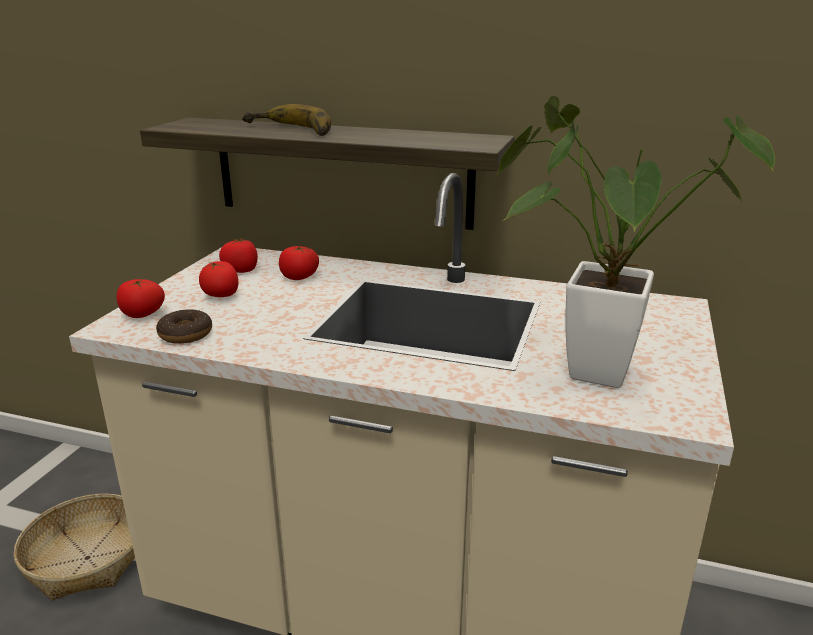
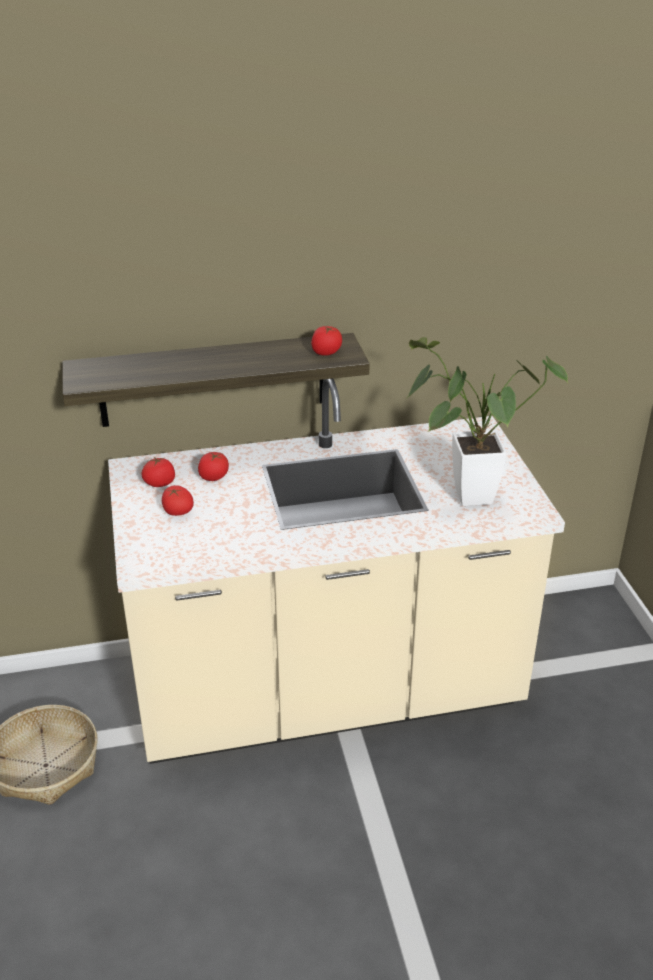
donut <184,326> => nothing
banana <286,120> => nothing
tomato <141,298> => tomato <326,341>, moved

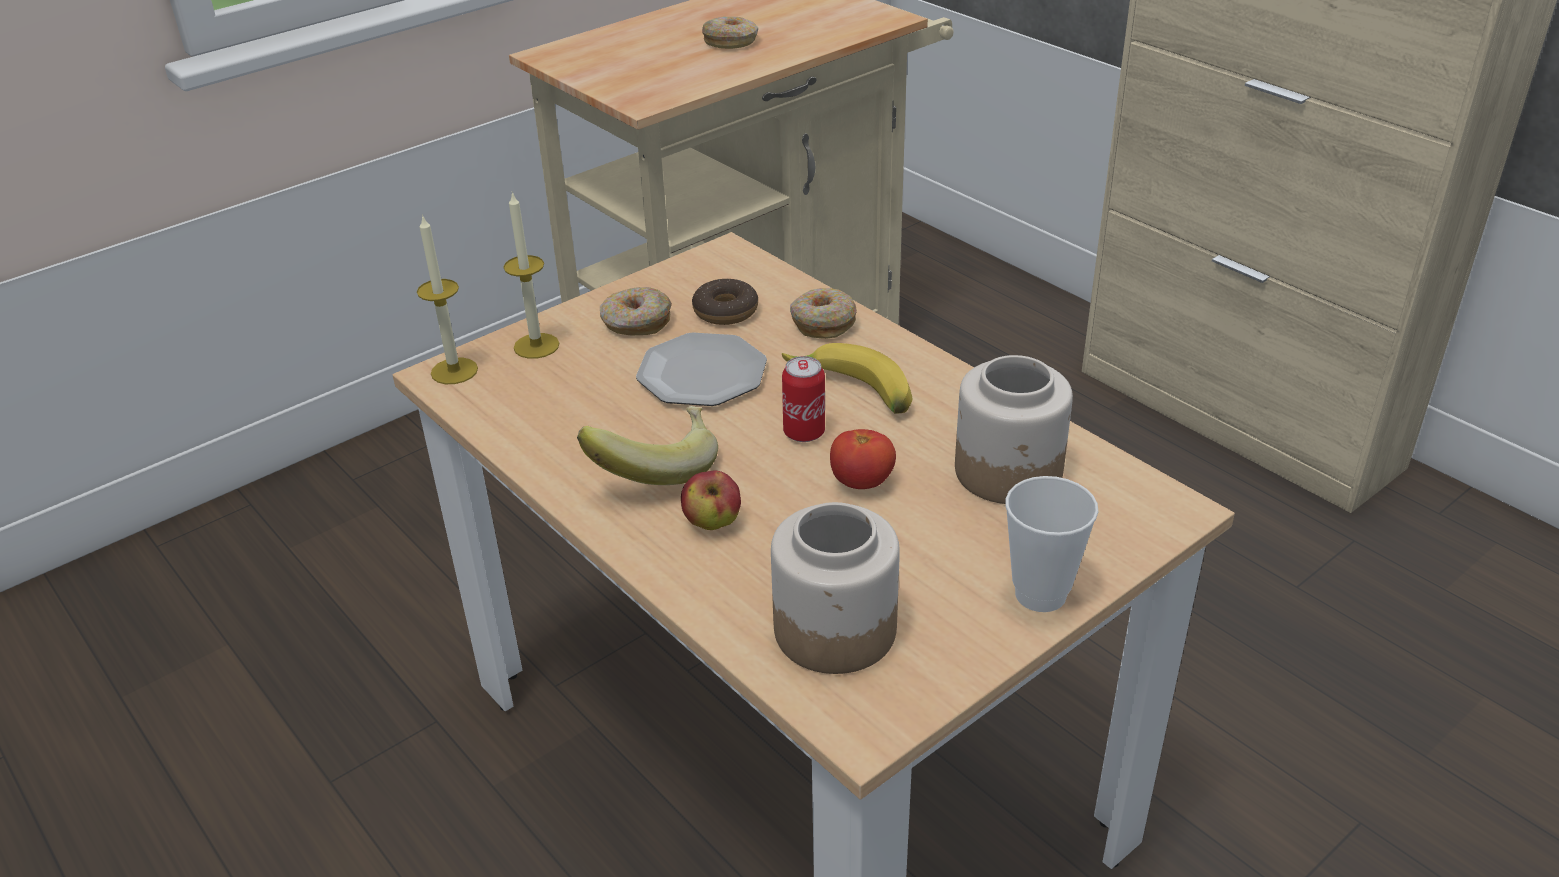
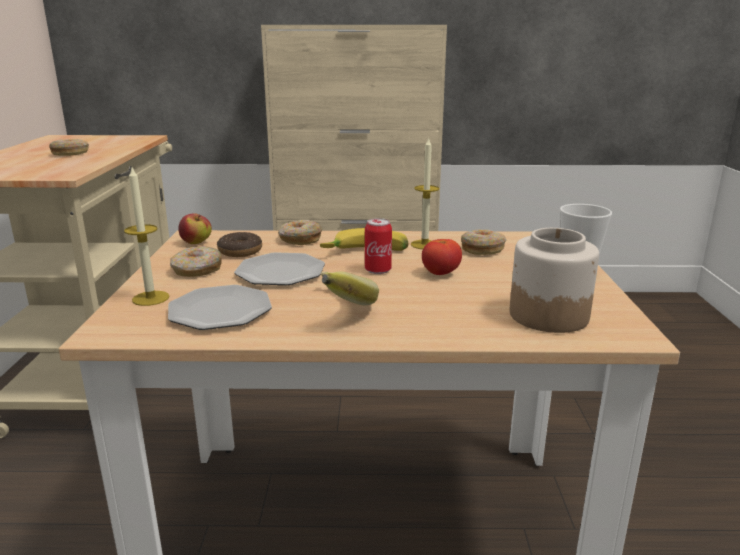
nothing => plate <220,307>
candle <447,299> => candle <425,193>, moved
apple <711,500> => apple <195,228>, moved
jar <1014,429> => donut <484,242>

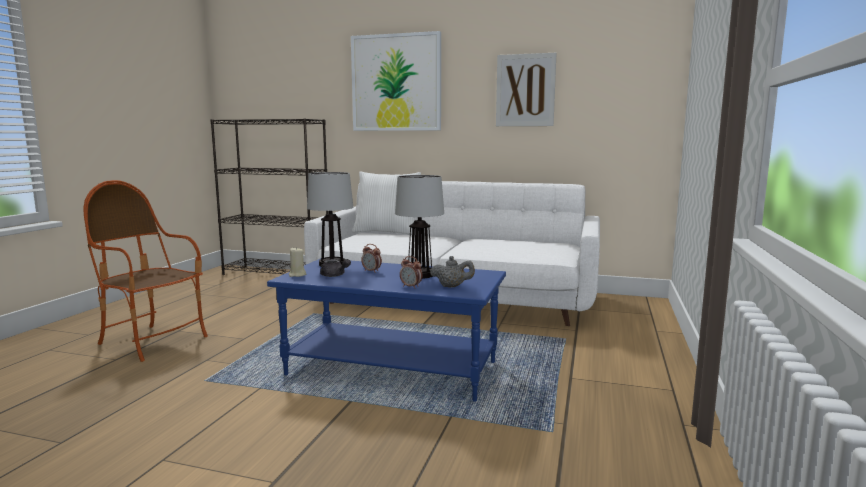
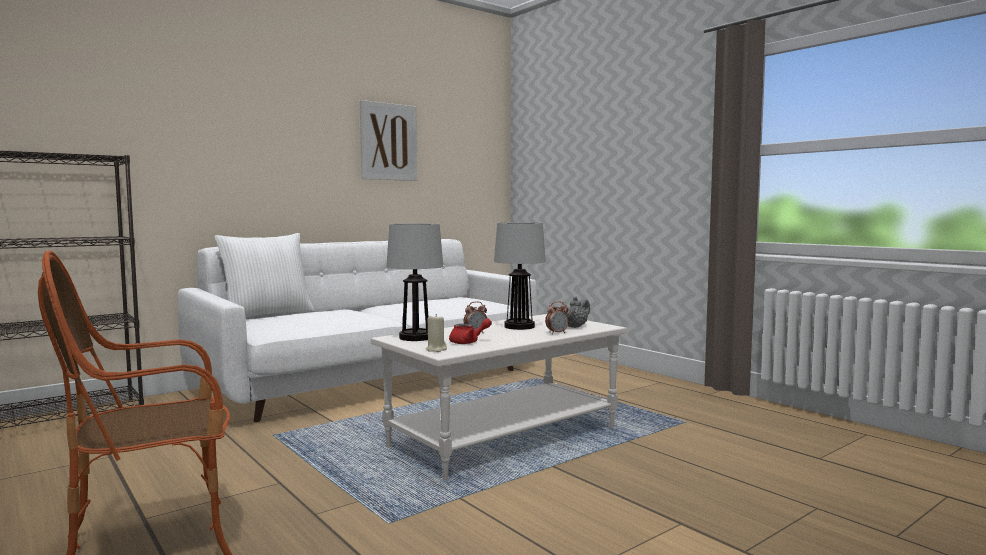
picture <396,81> => nothing
coffee table/blue <386,330> => coffee table/white <499,397>
teapot/grey <335,268> => teapot/red <470,331>

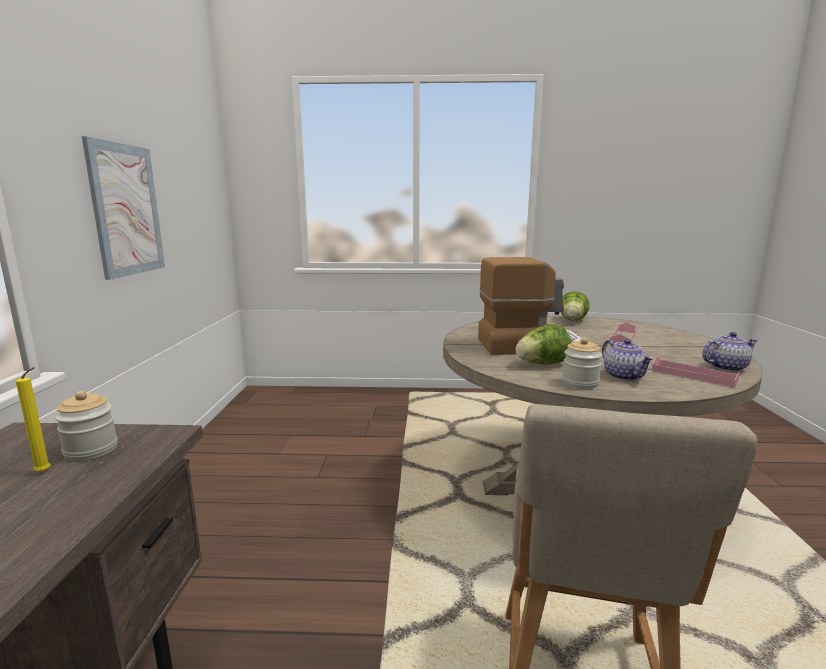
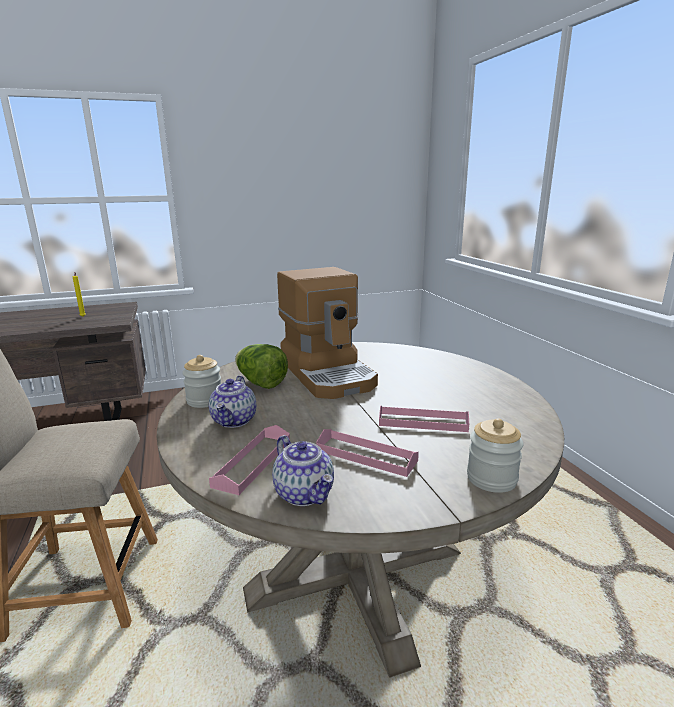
picture <123,208> => nothing
lettuce <575,306> => nothing
nothing => tray/pink <367,453>
jar <86,426> => jar <495,455>, moved
teapot <628,360> => teapot <232,401>, 45 degrees counterclockwise

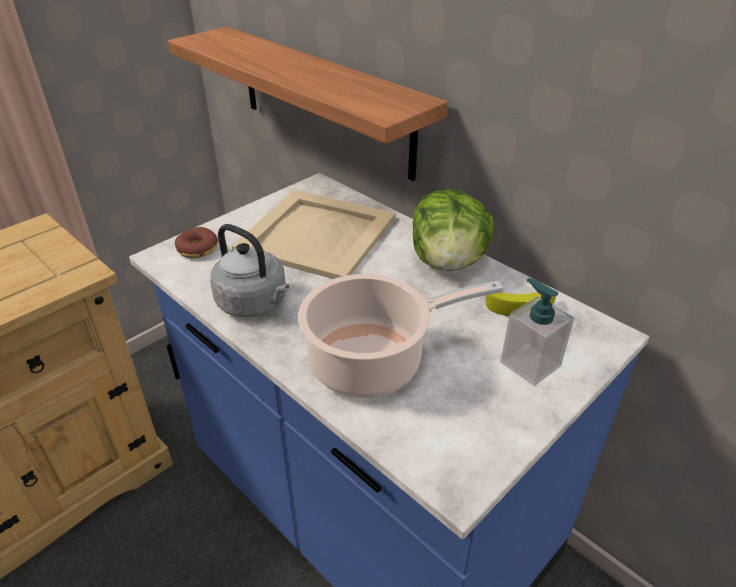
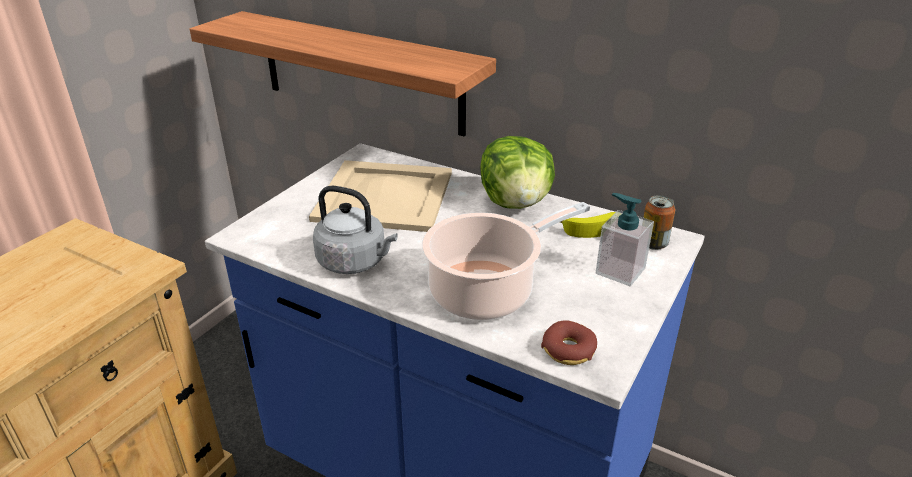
nothing => can <659,222>
donut <196,242> => donut <569,342>, moved

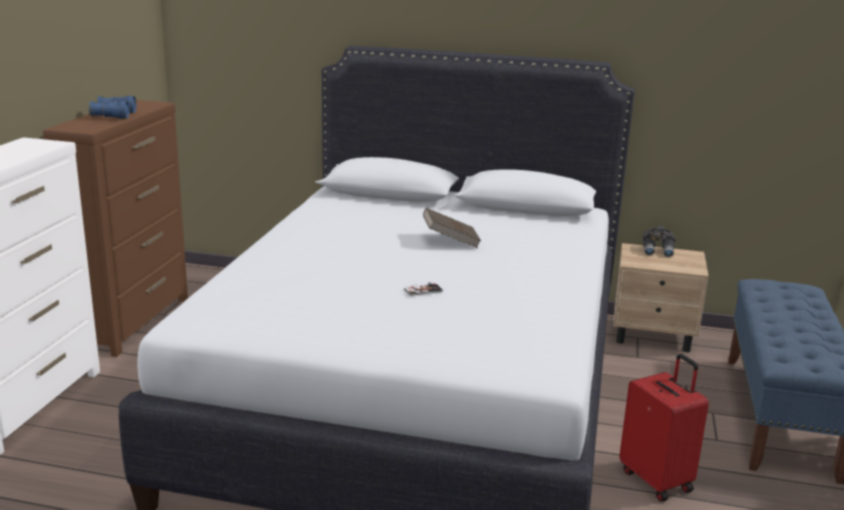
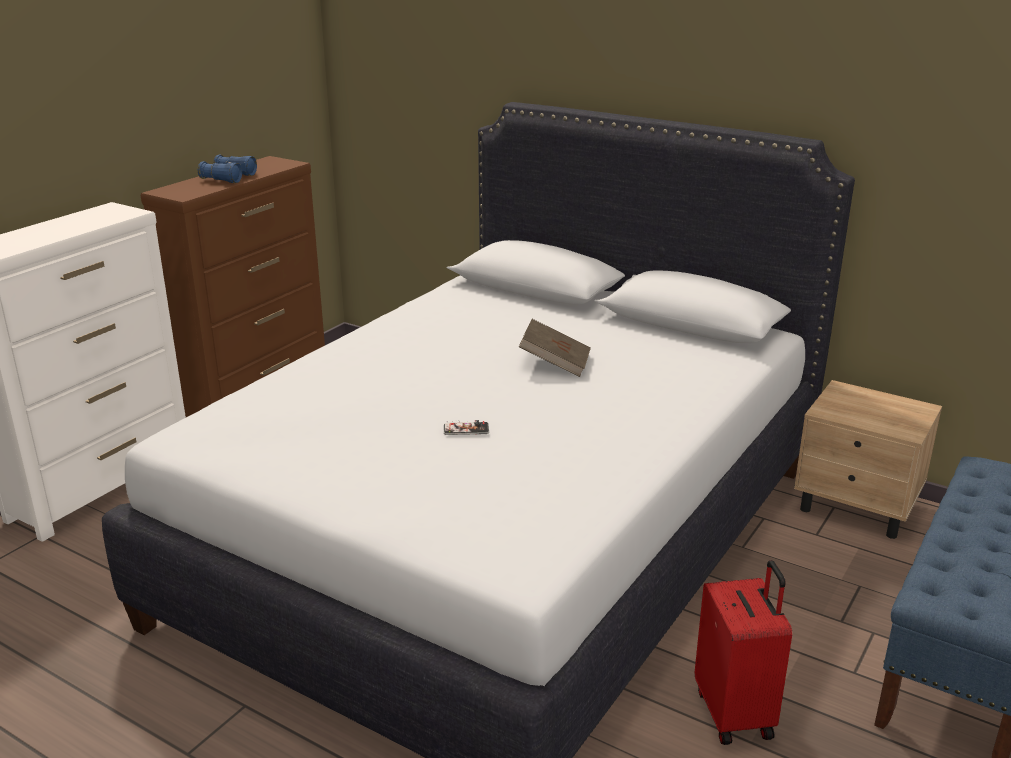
binoculars/grey <659,241> => nothing

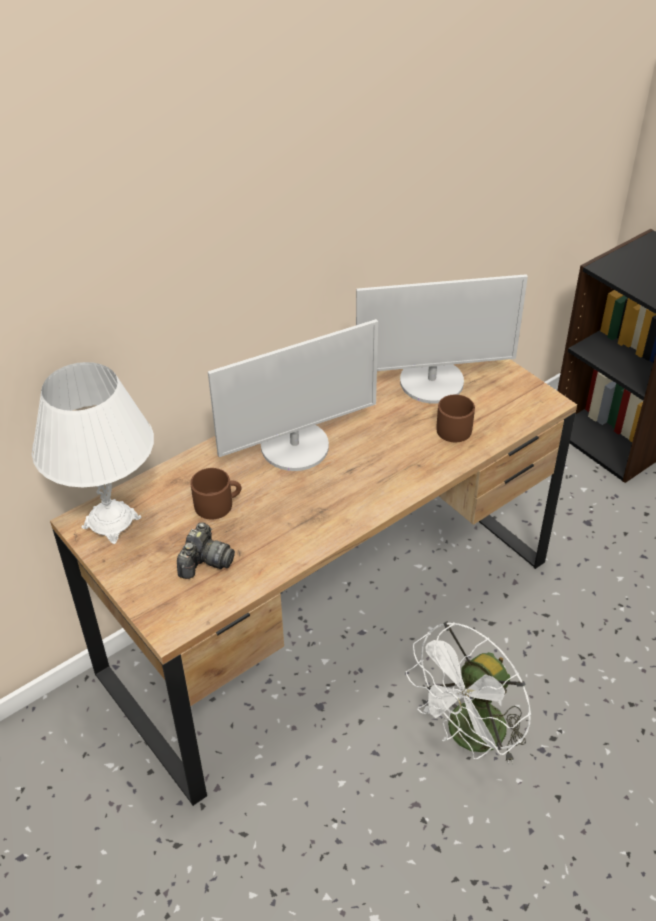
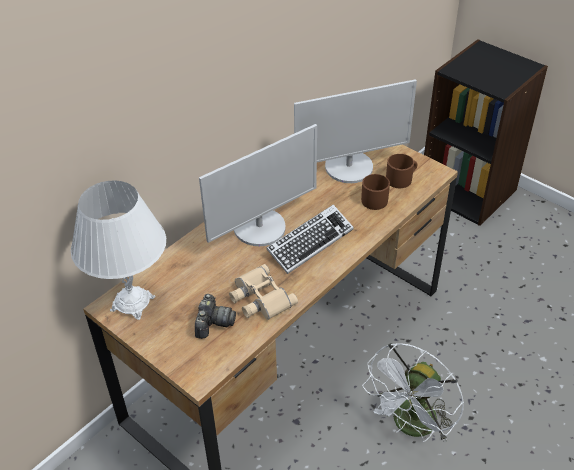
nothing => binoculars/beige <263,292>
nothing => keyboard <310,239>
mug/brown <215,494> => mug/brown <401,171>, moved

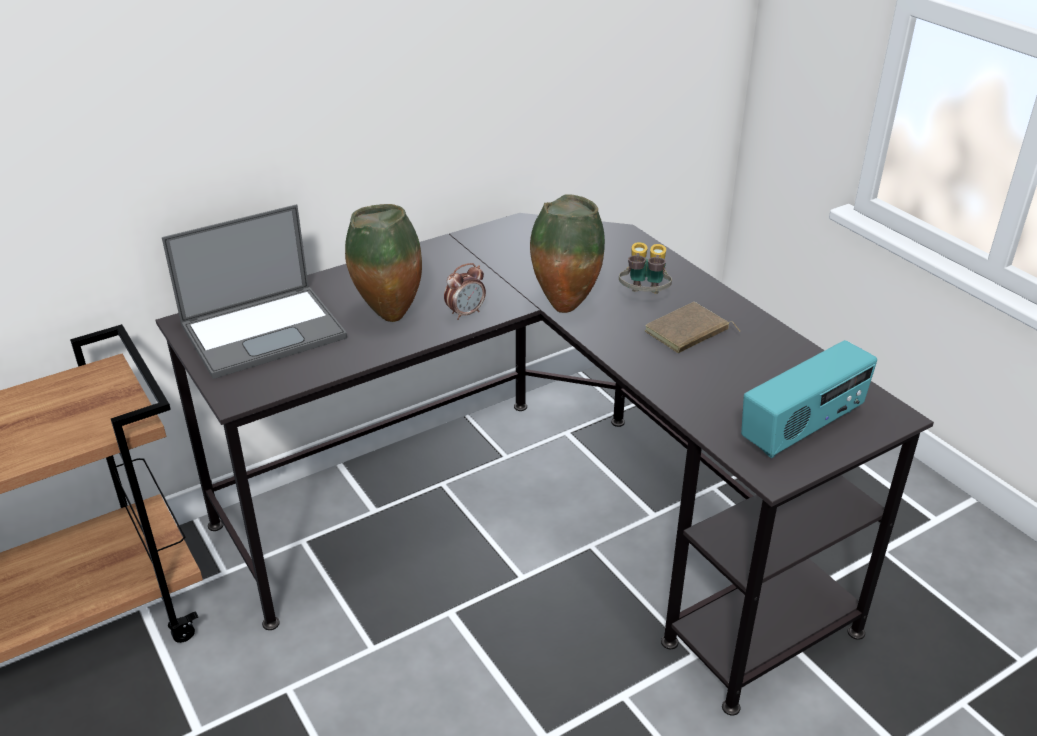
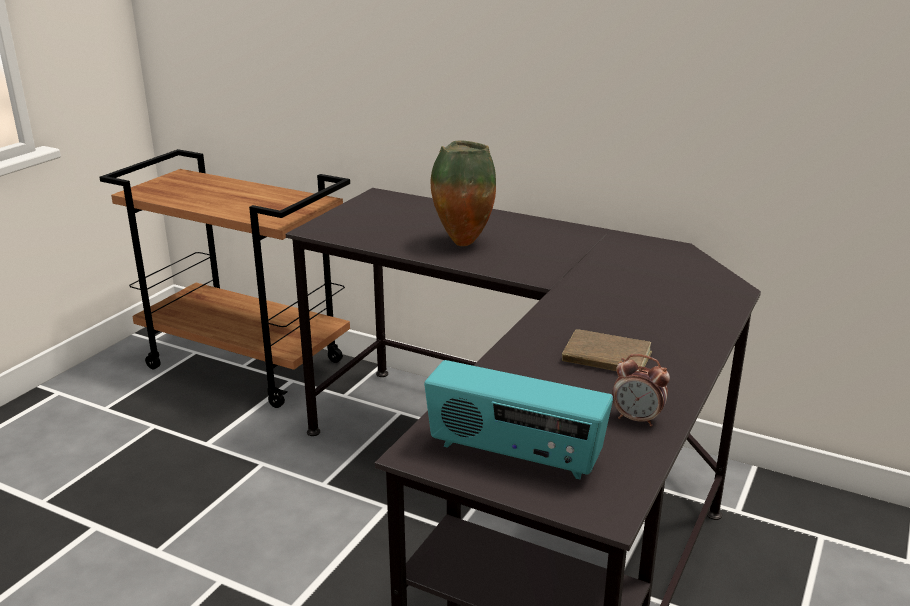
laptop <254,291> => nothing
vase <567,253> => nothing
binoculars <645,268> => nothing
alarm clock <465,291> => alarm clock <641,390>, moved

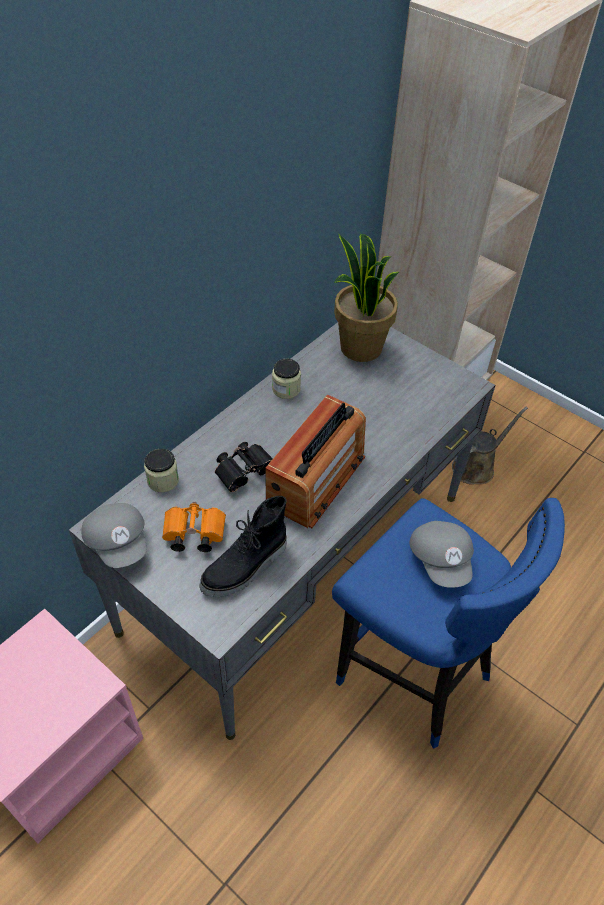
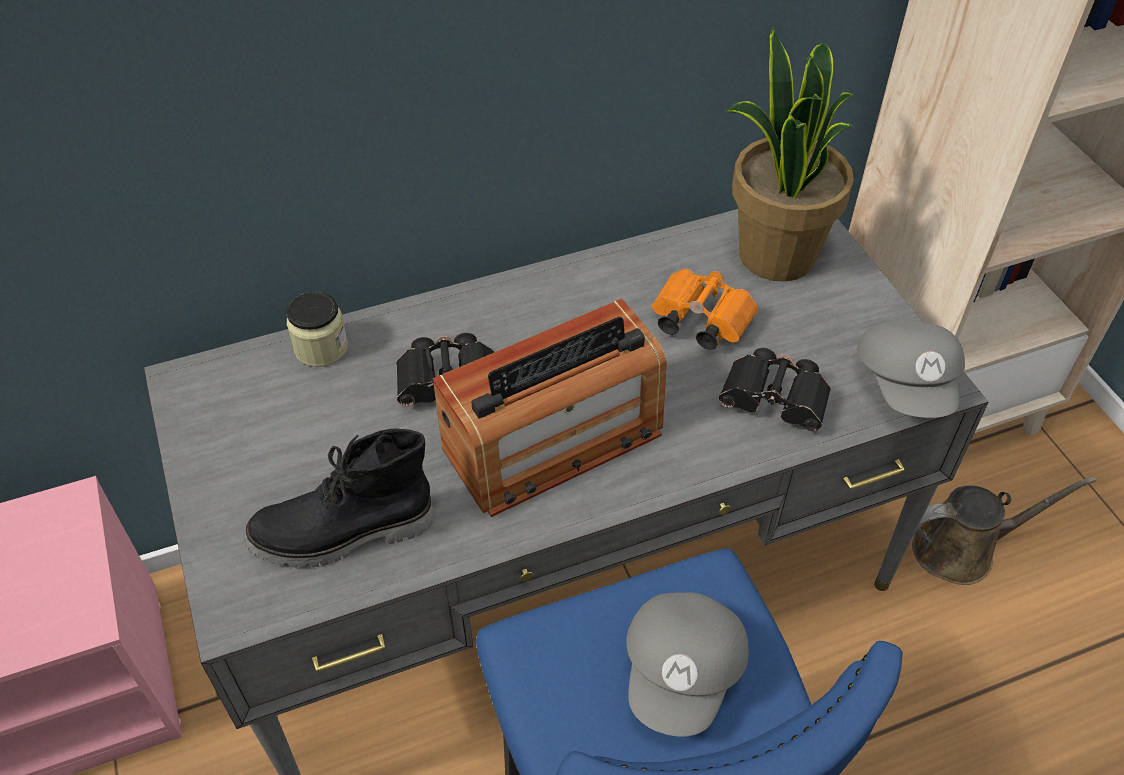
jar <286,379> => nothing
nothing => binoculars/black <775,389>
cap/grey <114,535> => cap/grey <911,368>, moved
binoculars/orange <194,527> => binoculars/orange <705,309>, moved

